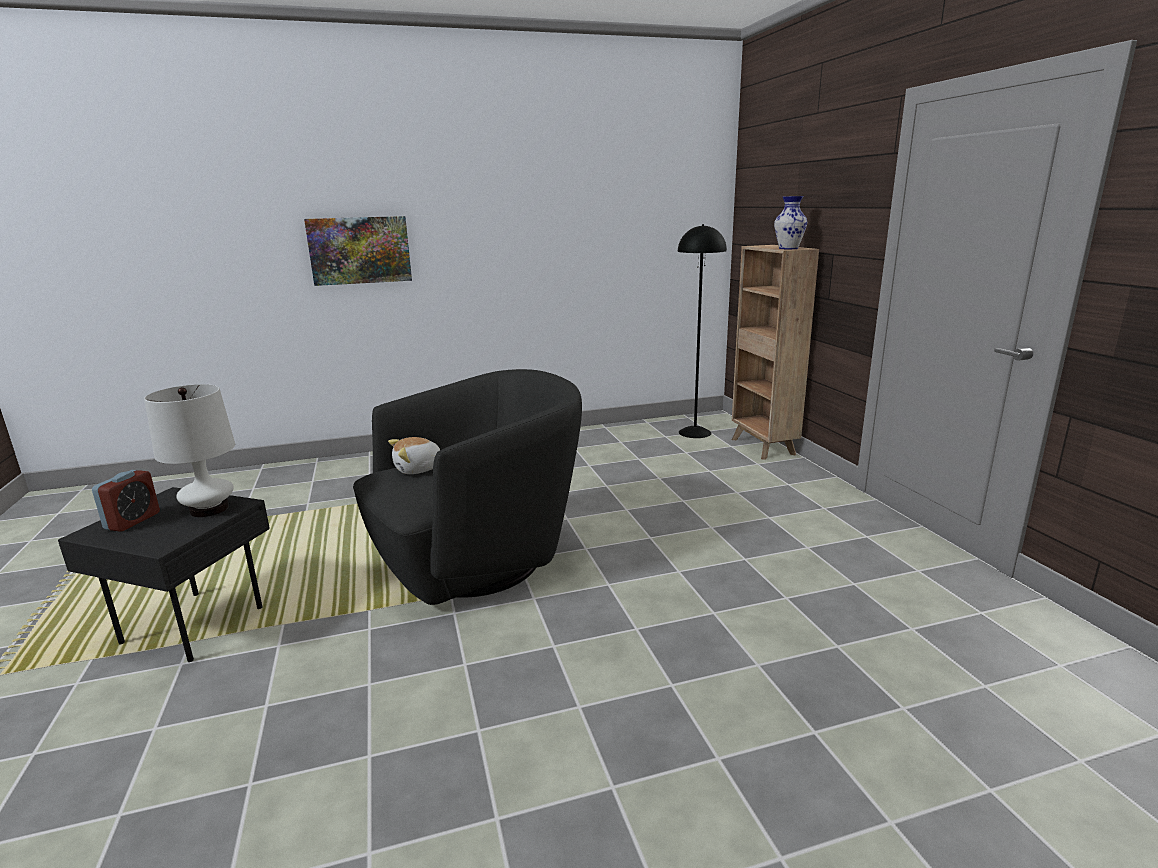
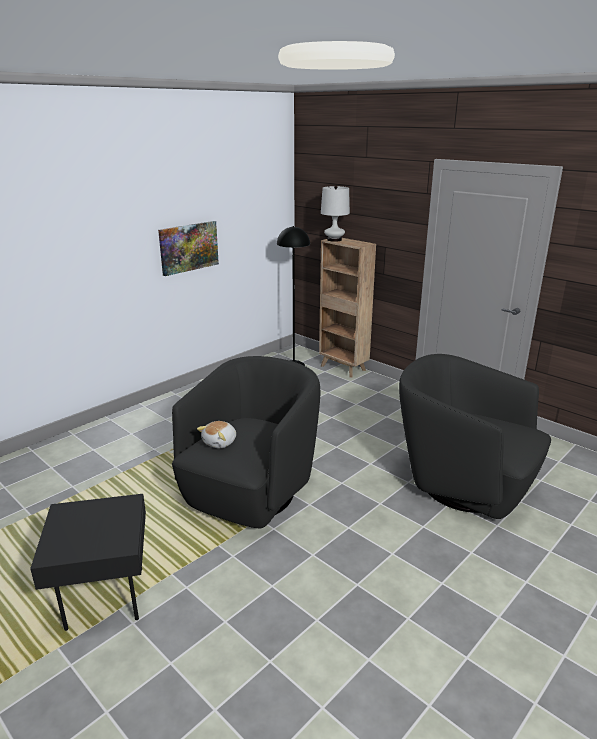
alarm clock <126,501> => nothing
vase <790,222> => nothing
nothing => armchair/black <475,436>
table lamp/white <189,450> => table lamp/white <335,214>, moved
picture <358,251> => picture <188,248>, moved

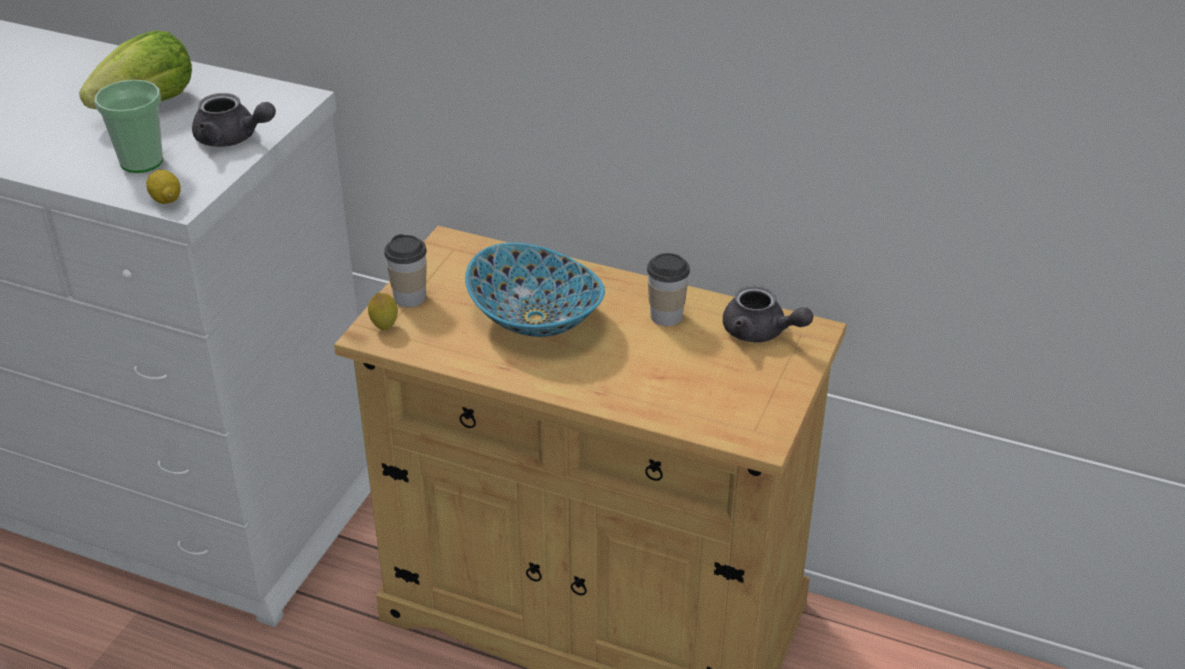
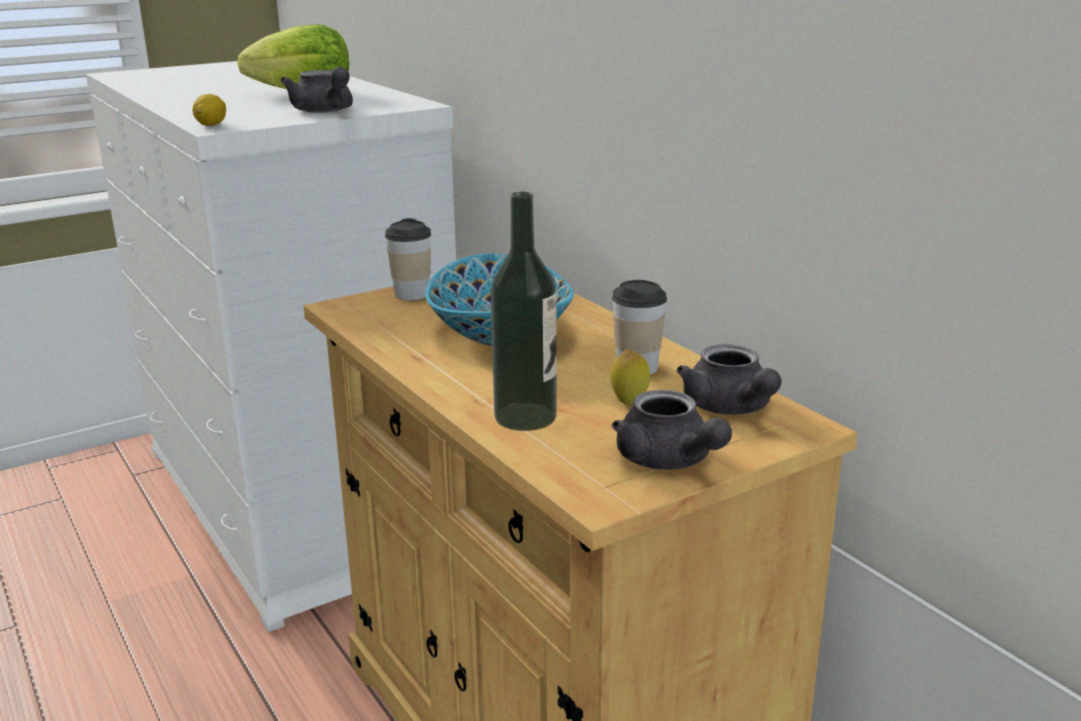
cup <129,126> => nothing
nothing => bottle <523,311>
nothing => teapot/grey <672,430>
lemon <383,312> => lemon <630,377>, moved

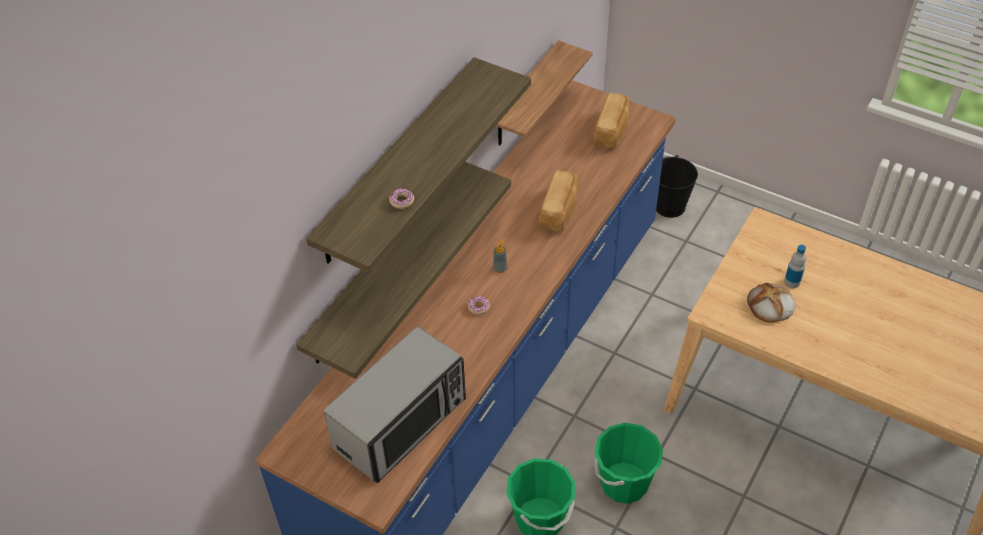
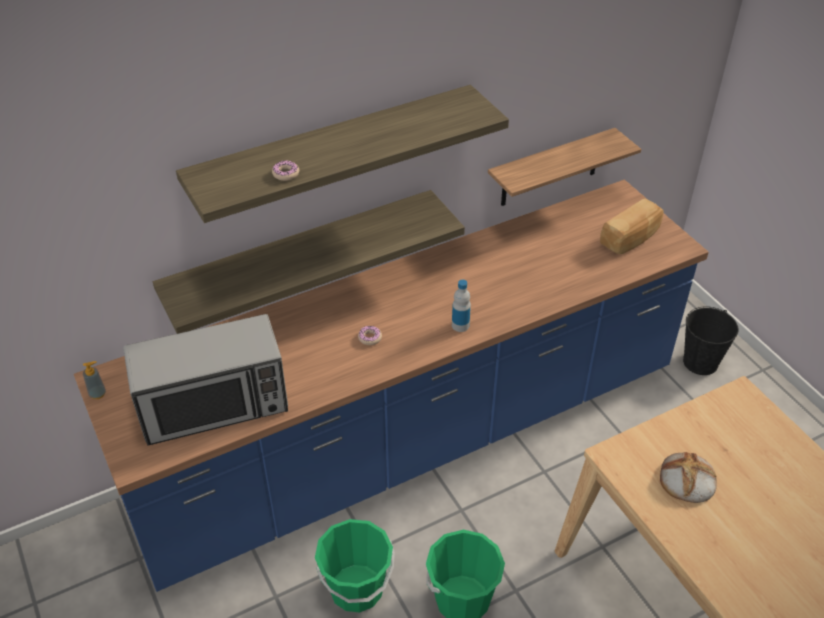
bread <558,200> => nothing
soap dispenser <500,256> => soap dispenser <94,380>, moved
bottle <795,266> => bottle <461,305>, moved

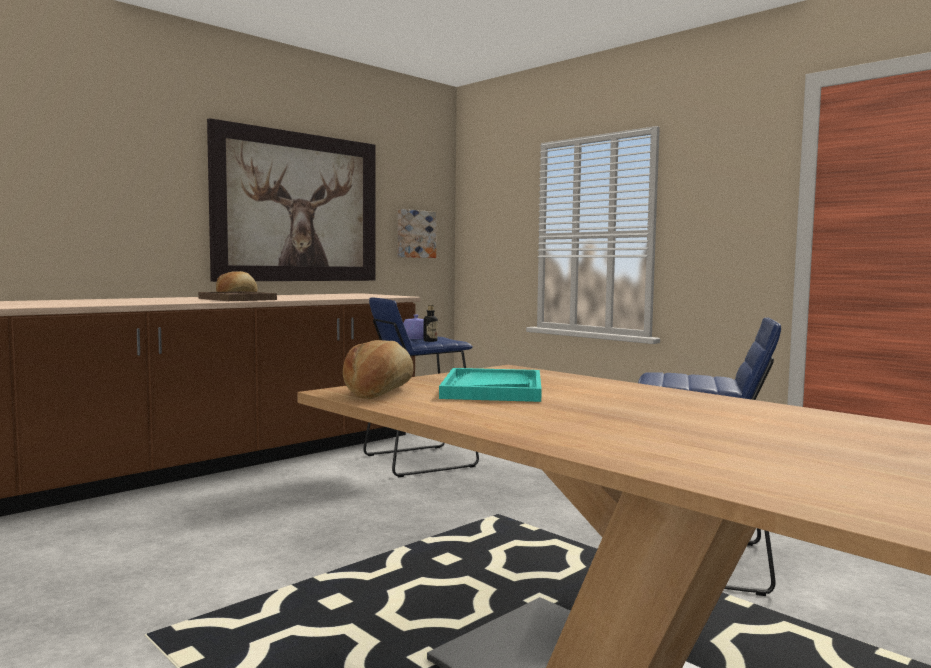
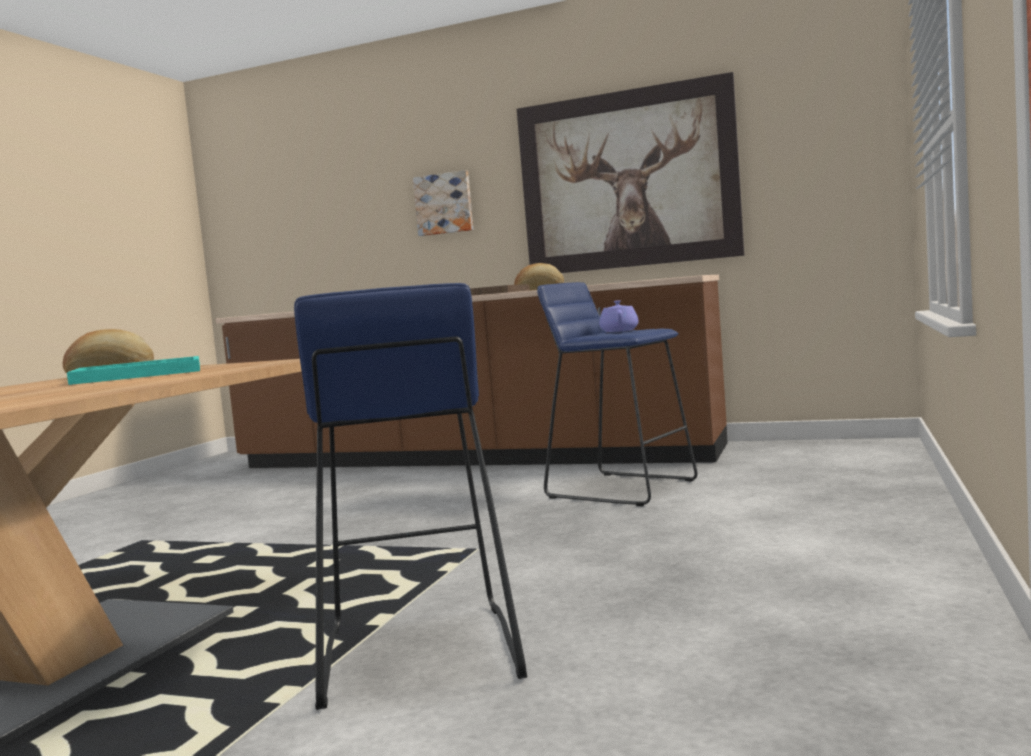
bottle <431,323> => nothing
picture <417,233> => picture <443,203>, moved

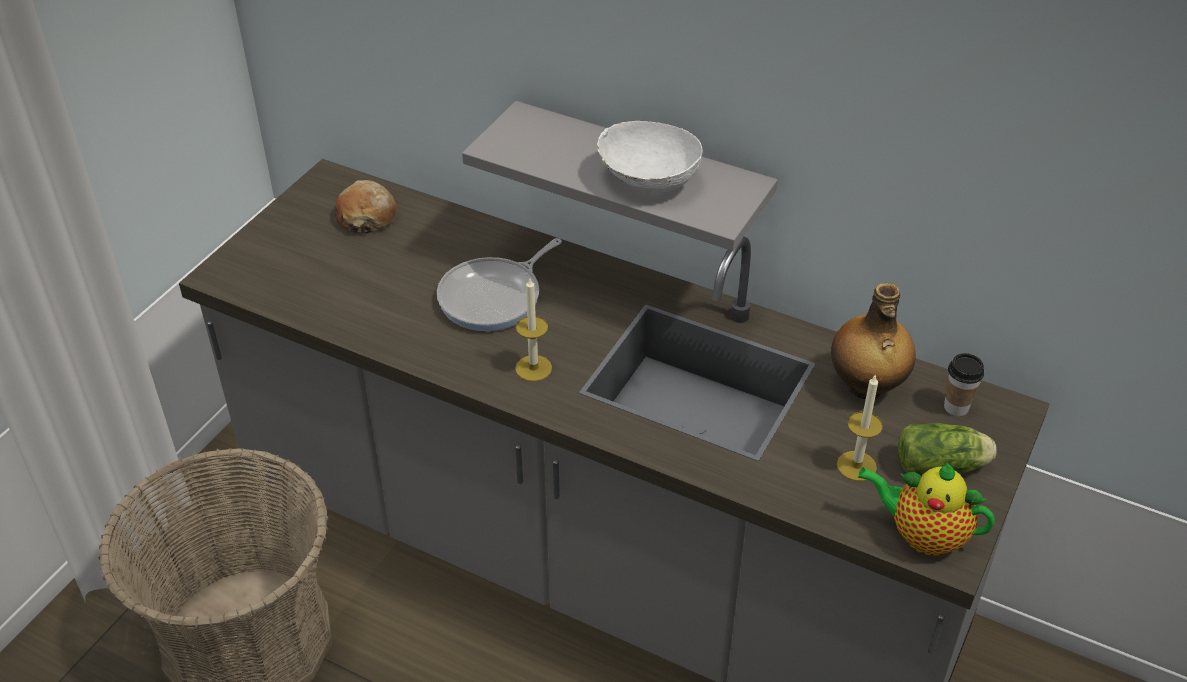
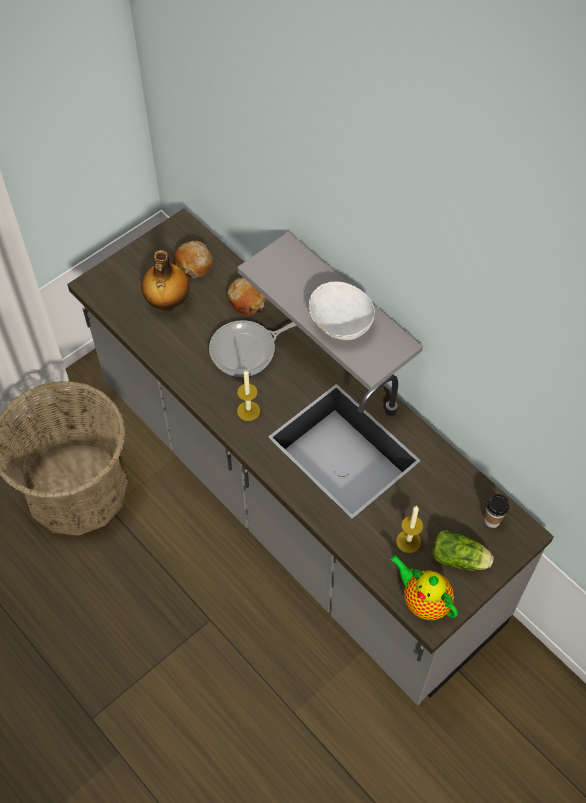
nothing => bread <247,296>
bottle <873,341> => bottle <165,280>, moved

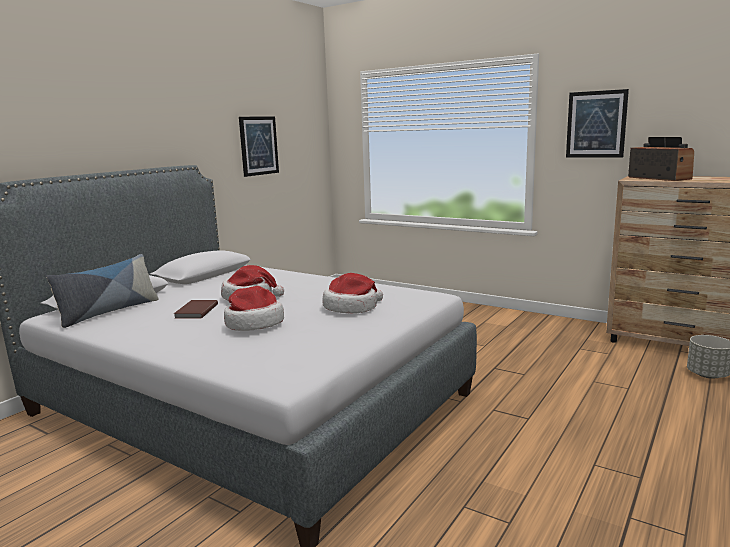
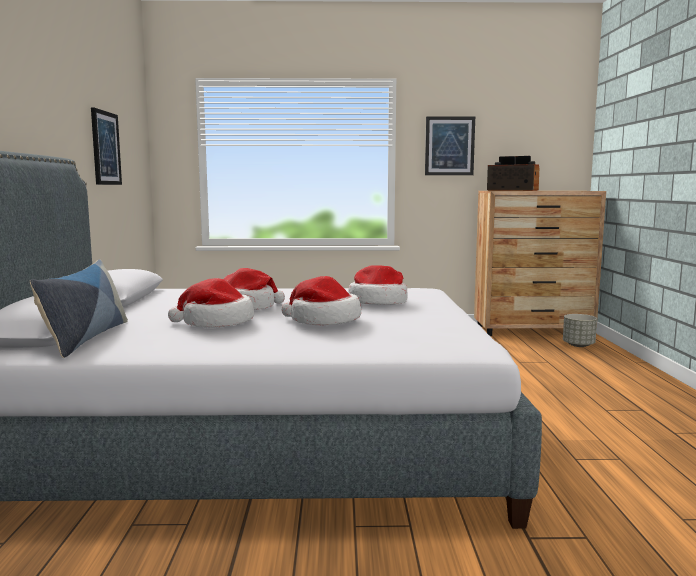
book/brown <196,309> => hat <211,302>

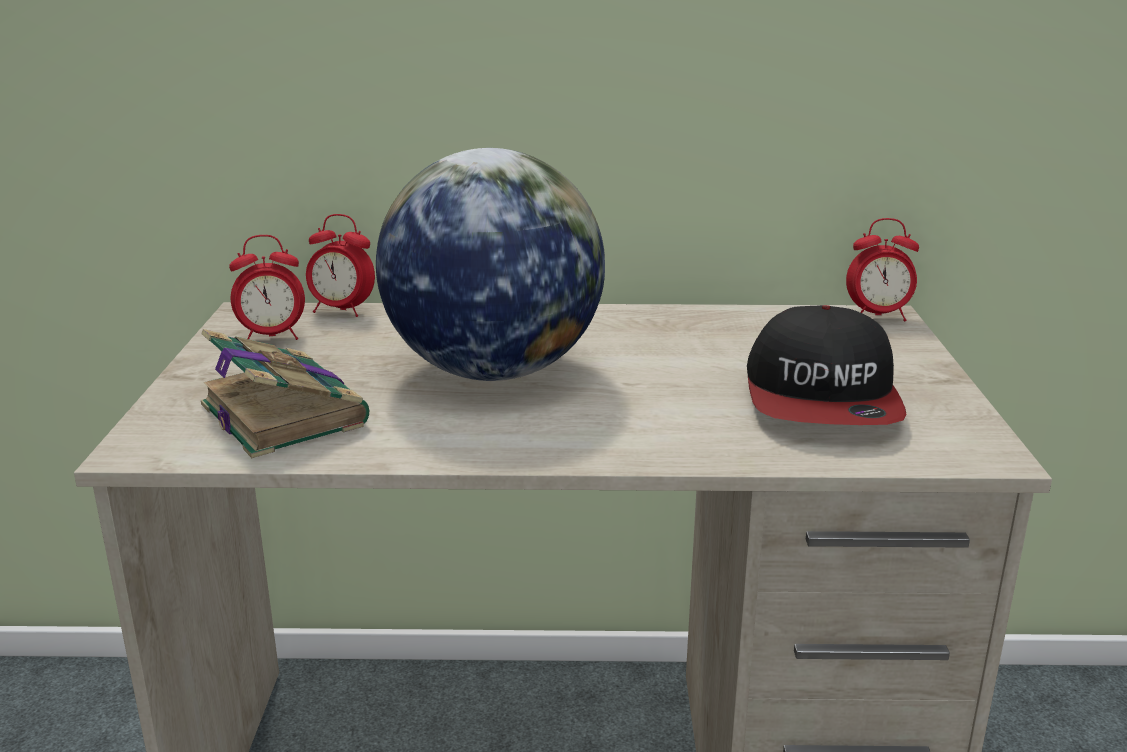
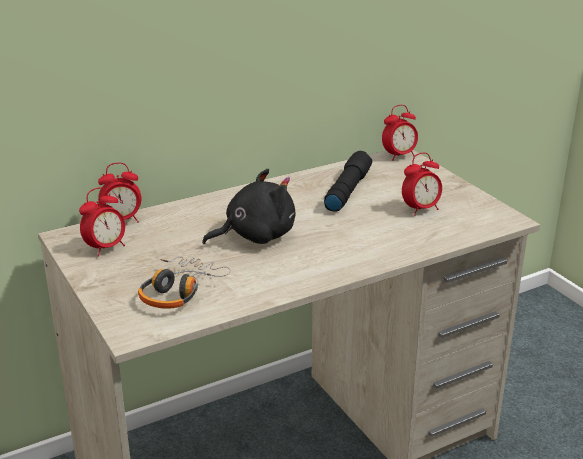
nothing => flashlight/black <348,181>
book <285,393> => headphones <184,282>
globe <490,264> => plush toy/black <248,206>
cap <826,365> => alarm clock <422,184>

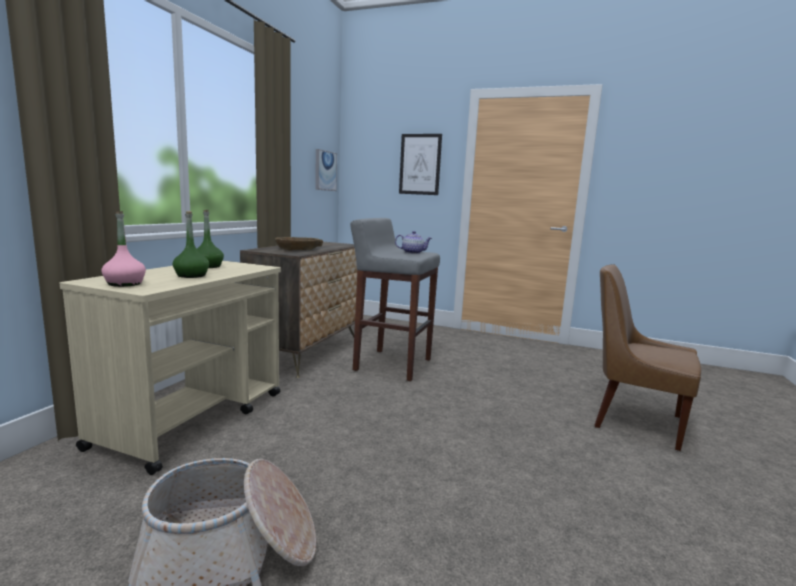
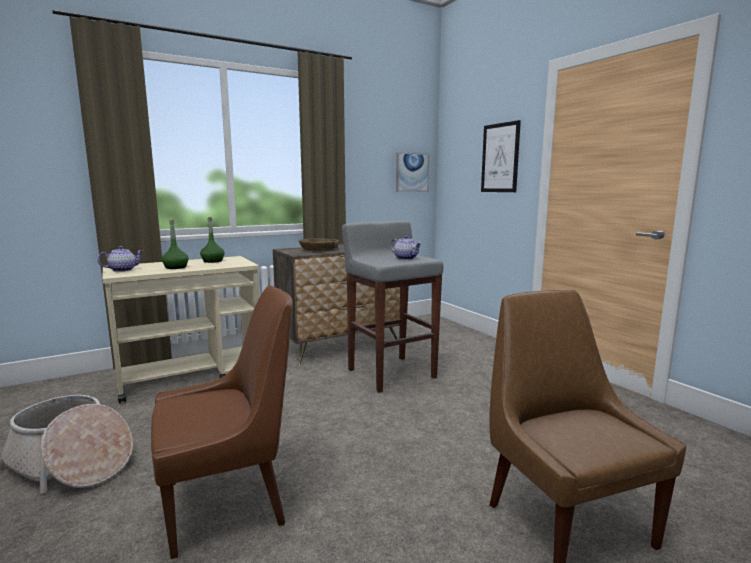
nothing => chair/brown <222,422>
bottle/pink <123,249> => teapot <120,259>

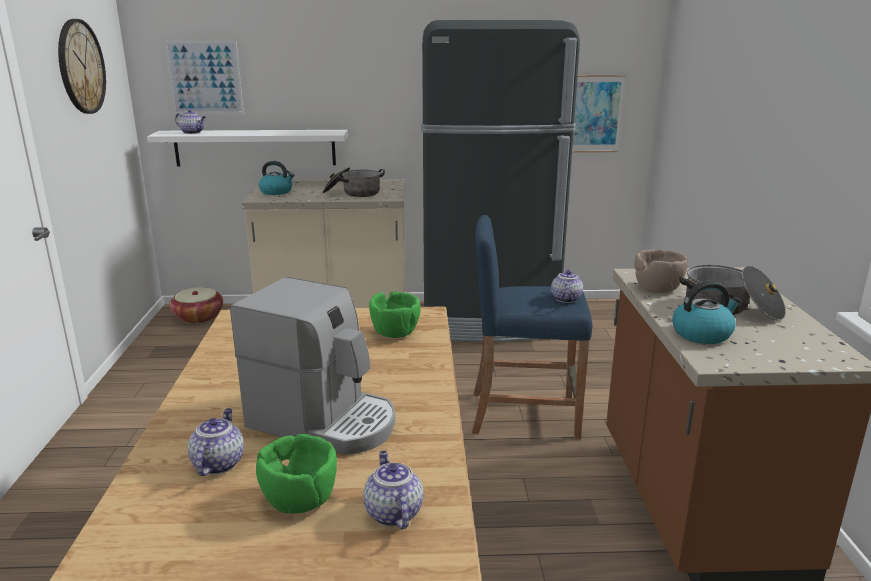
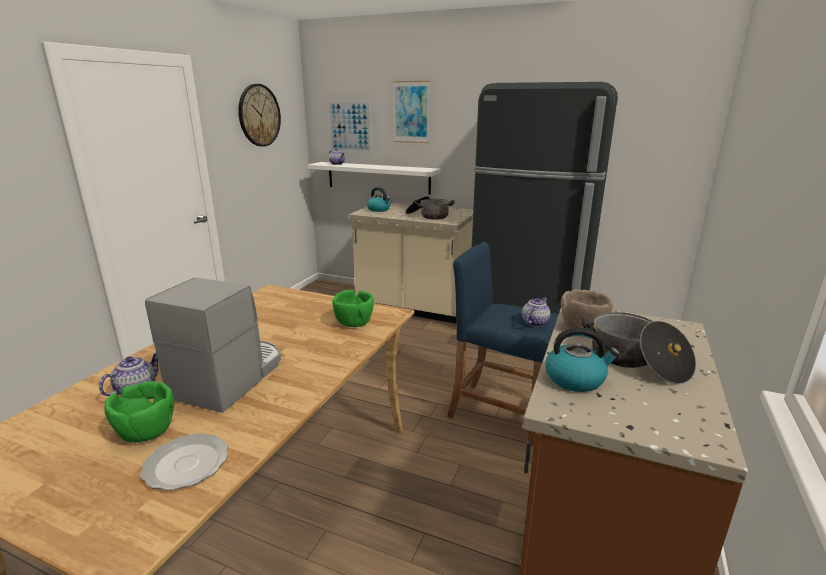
basket <196,305> => nothing
picture <598,114> => picture <411,112>, moved
teapot <393,490> => plate <184,462>
coffee machine <312,366> => coffee machine <213,345>, 120 degrees counterclockwise

